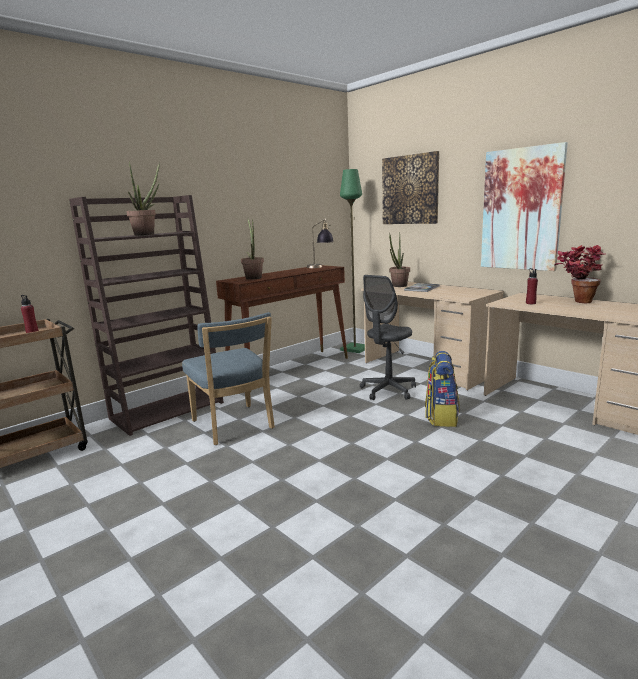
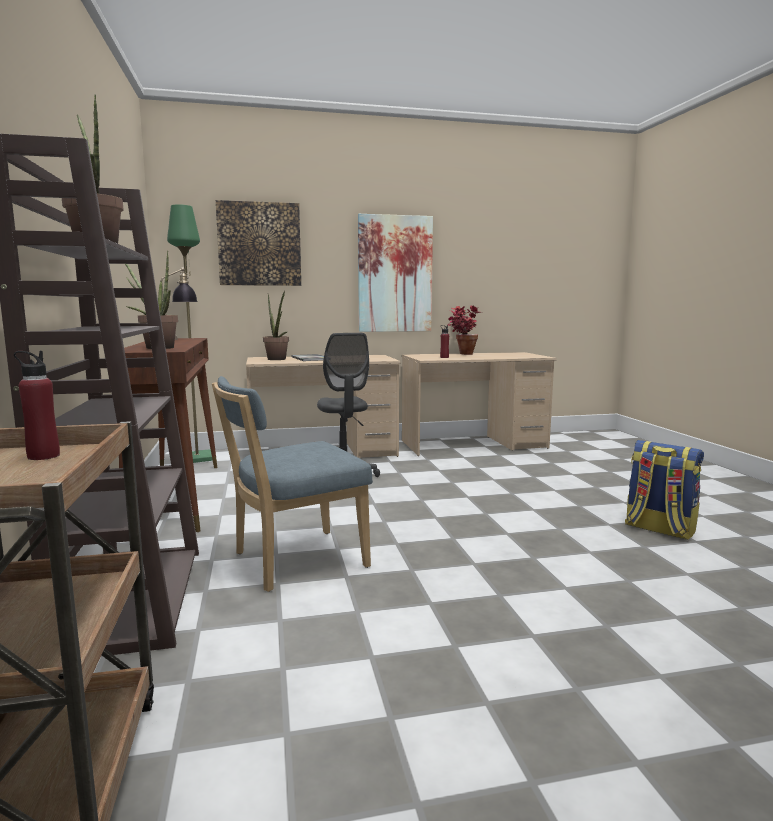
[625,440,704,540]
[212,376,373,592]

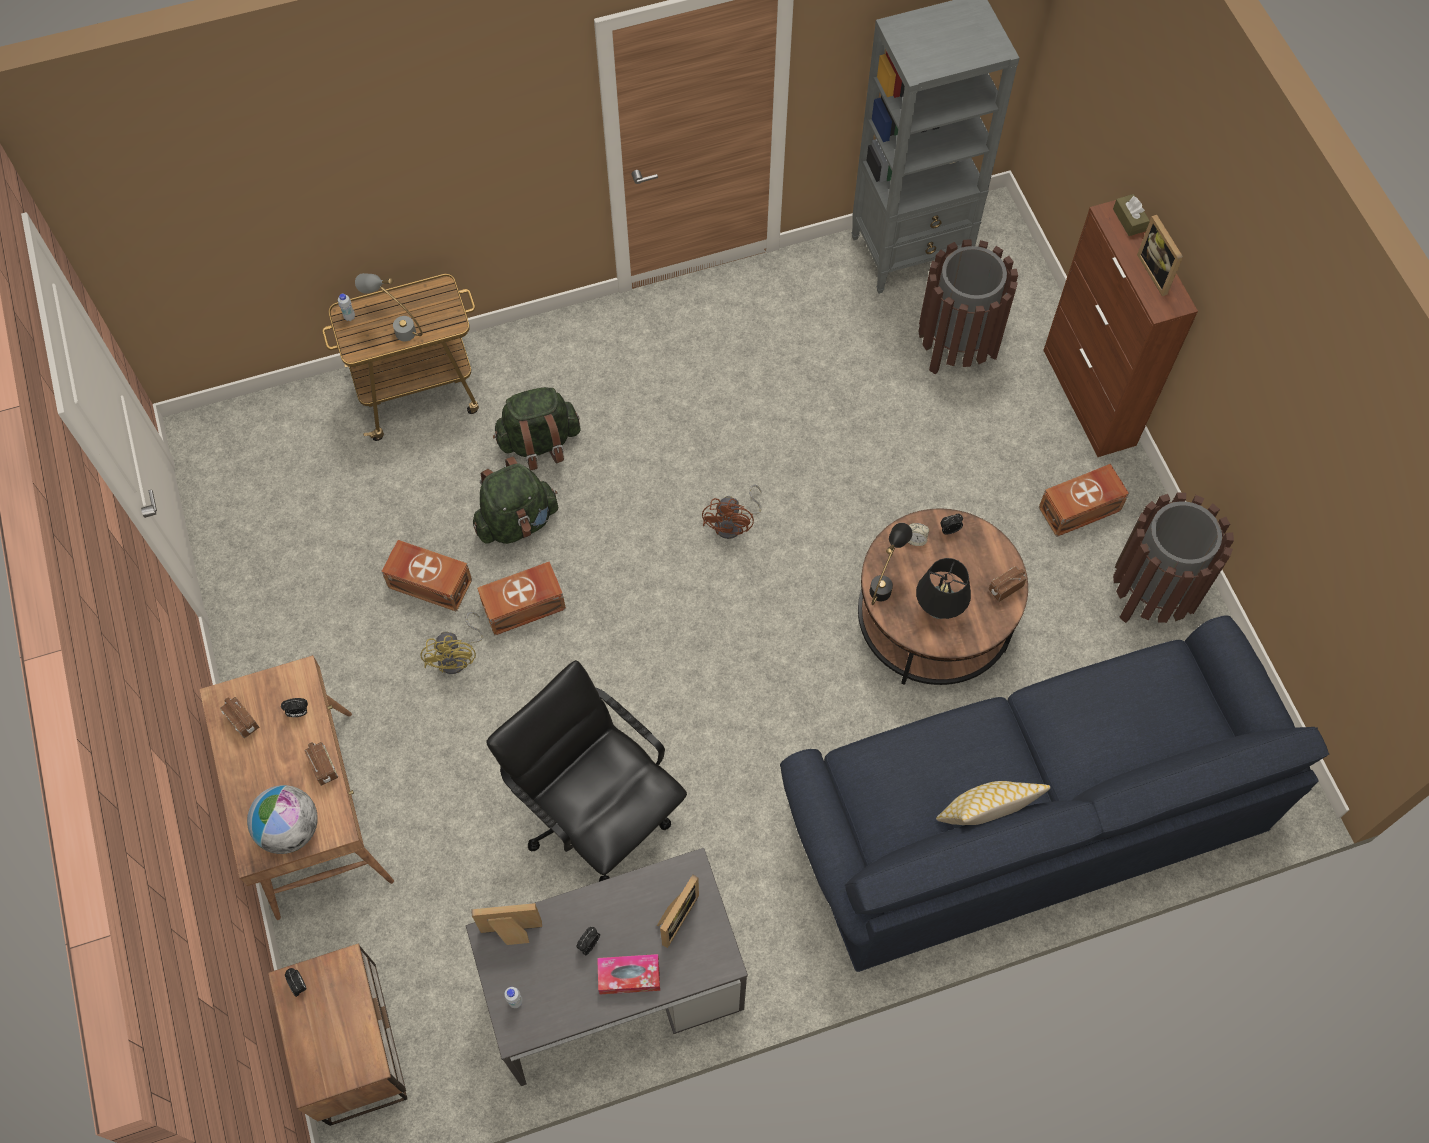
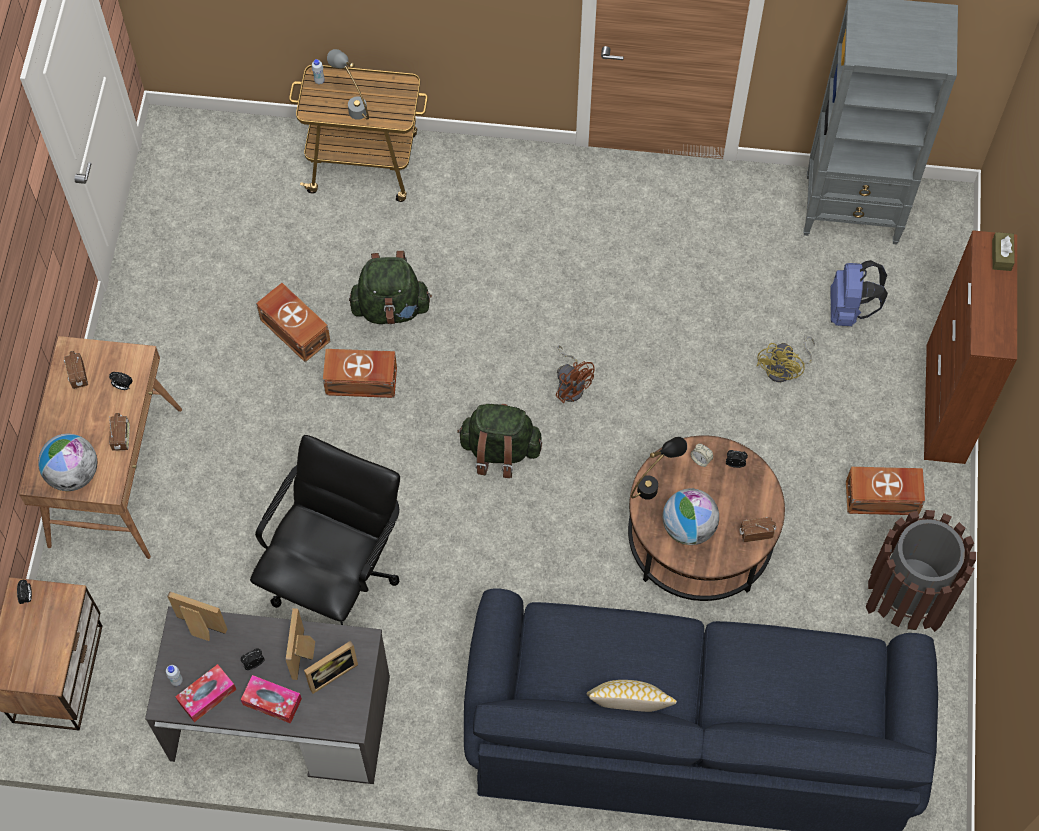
[175,664,236,722]
[757,336,815,382]
[457,403,542,478]
[286,608,315,680]
[662,488,719,545]
[830,260,888,326]
[250,435,400,625]
[556,345,595,403]

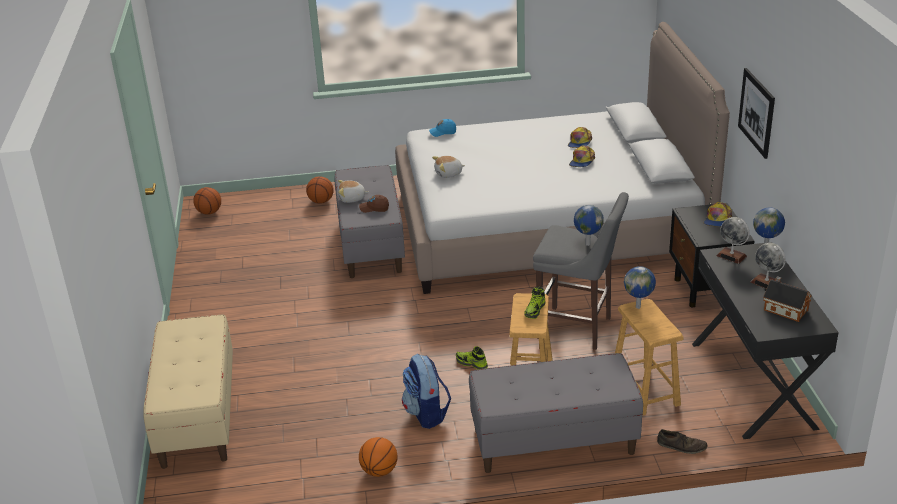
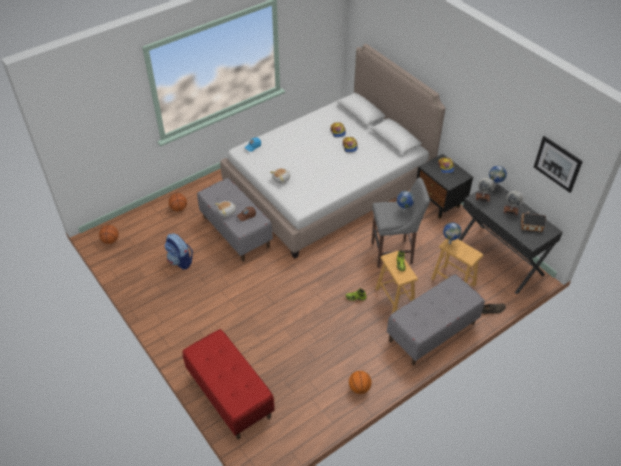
[165,233,193,269]
[534,136,583,193]
[183,329,275,439]

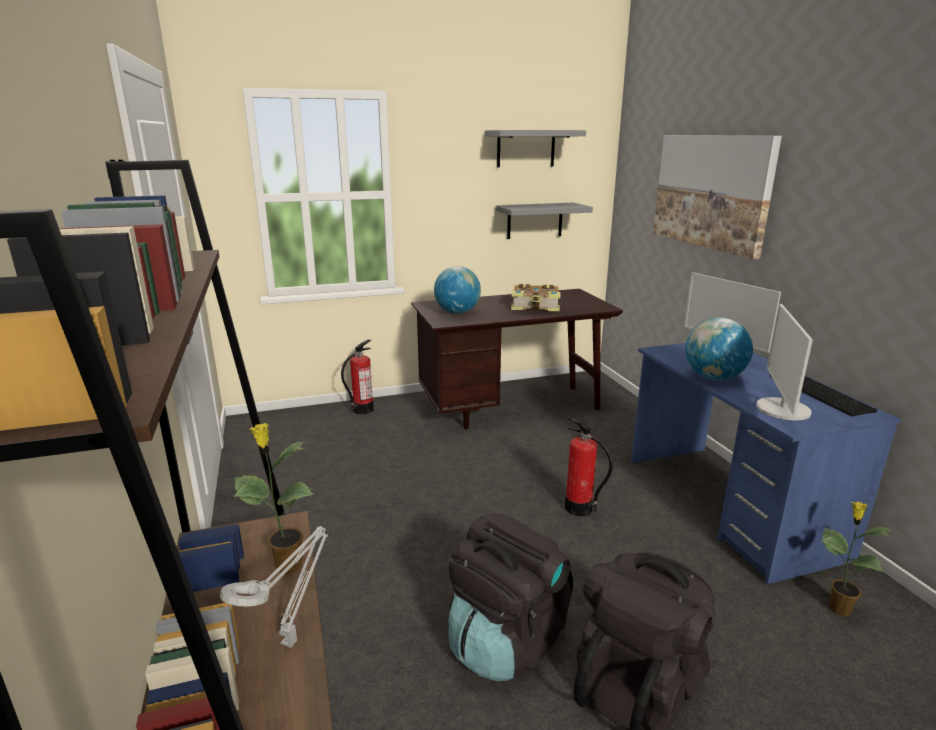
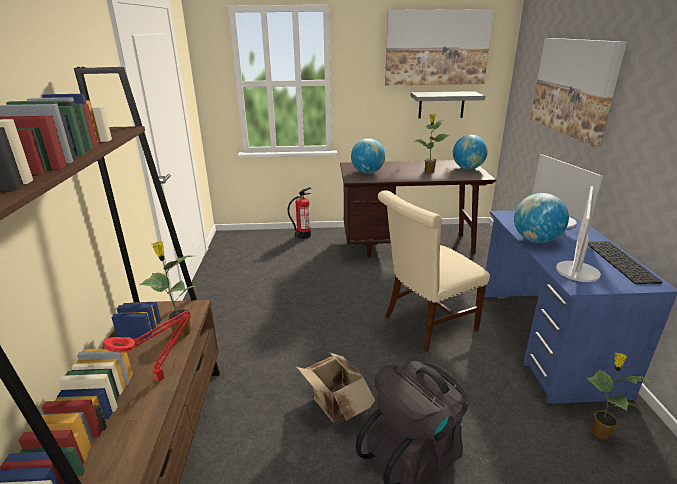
[453,135,488,169]
[297,352,376,422]
[385,9,494,86]
[414,114,449,173]
[378,190,490,352]
[103,311,191,382]

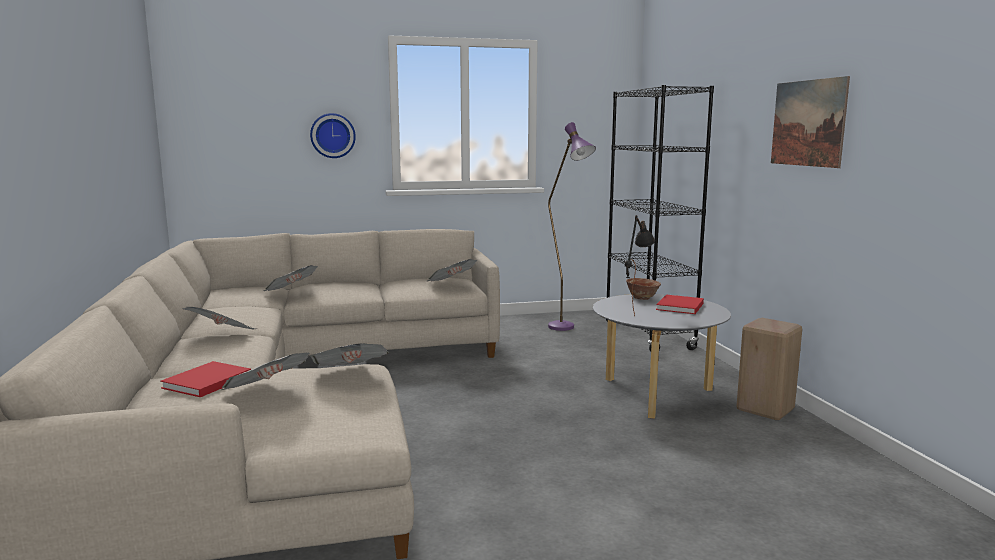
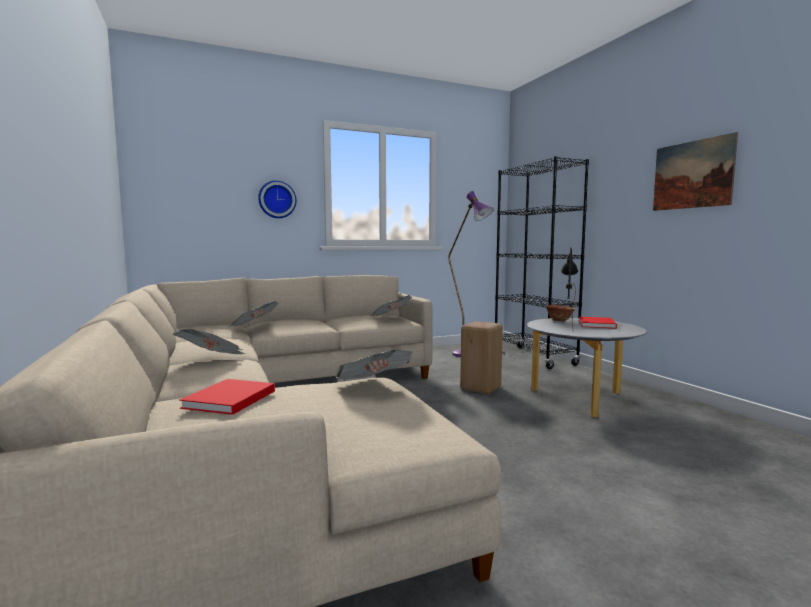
[221,353,310,390] (first image)
[460,321,503,394]

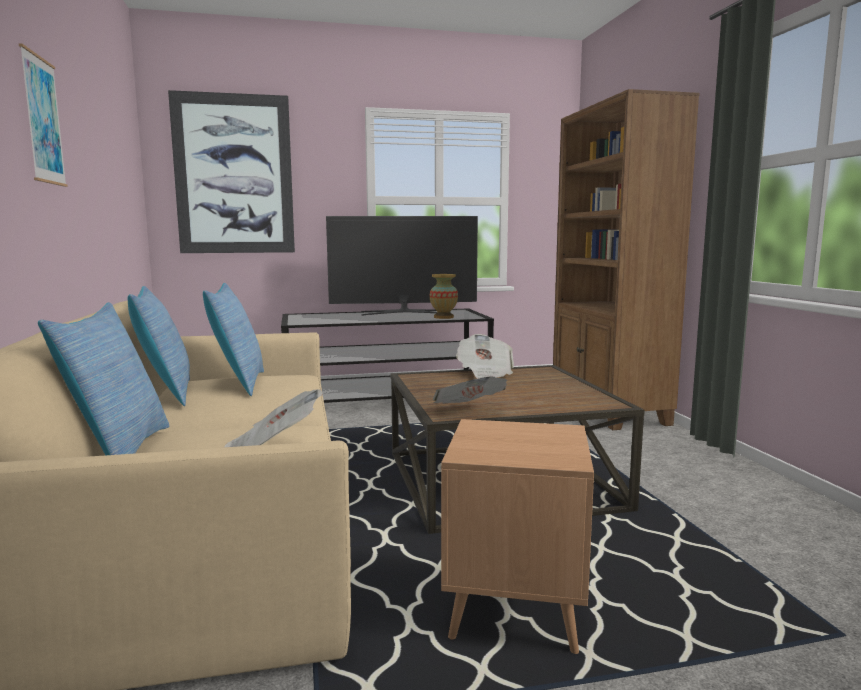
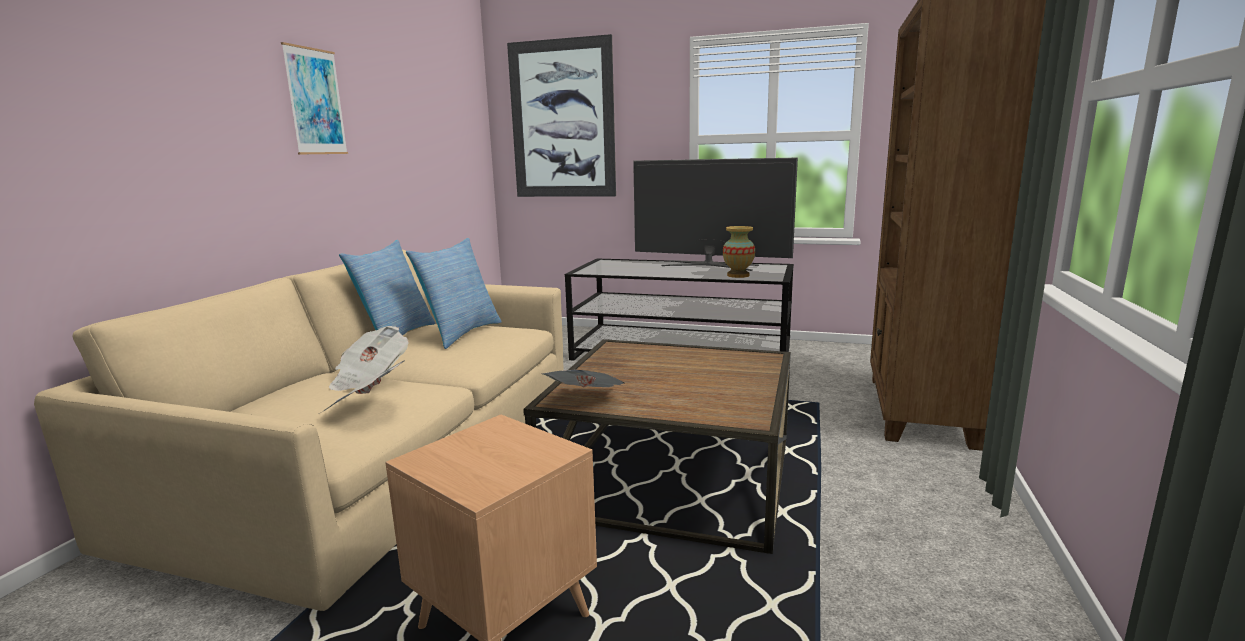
[38,302,169,455] (first image)
[329,326,409,391]

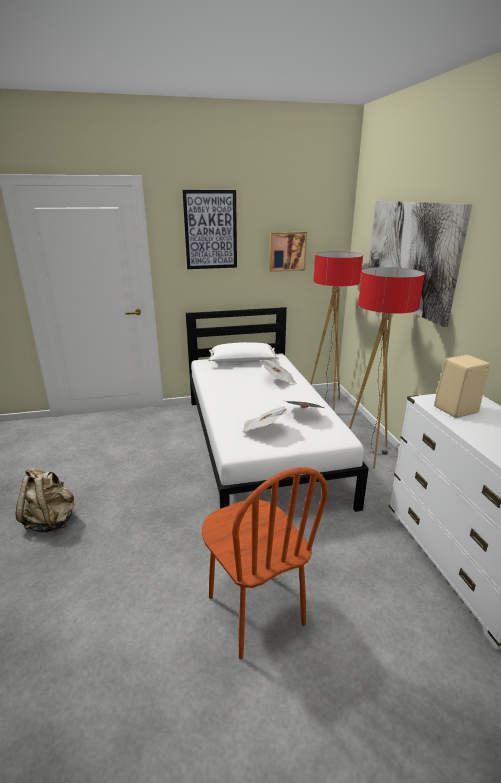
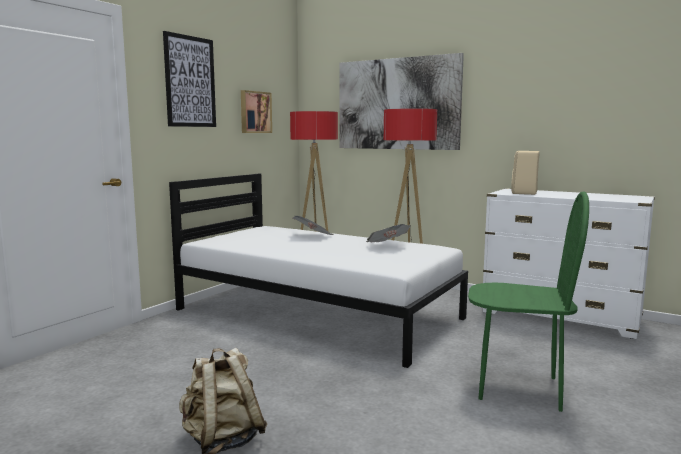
[208,342,278,363] (first image)
[242,406,287,432] (first image)
[468,192,589,412]

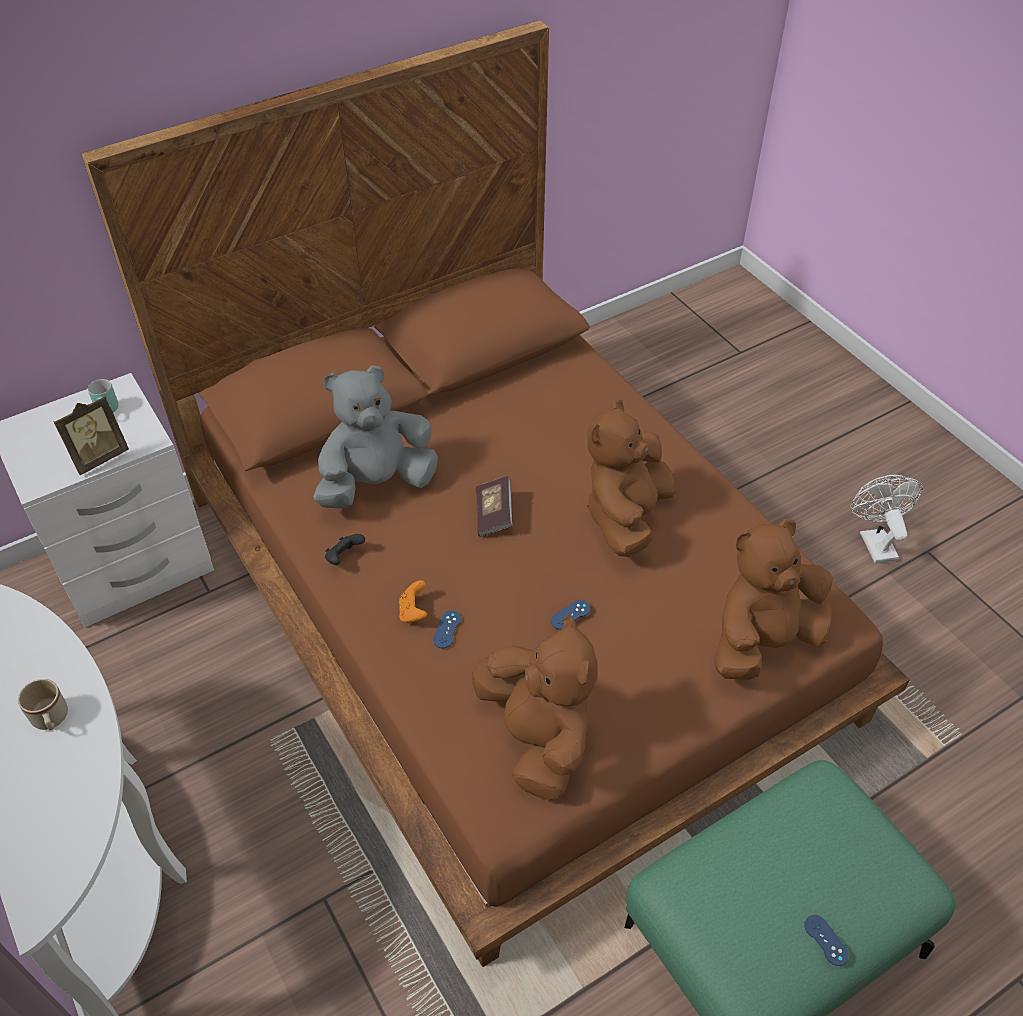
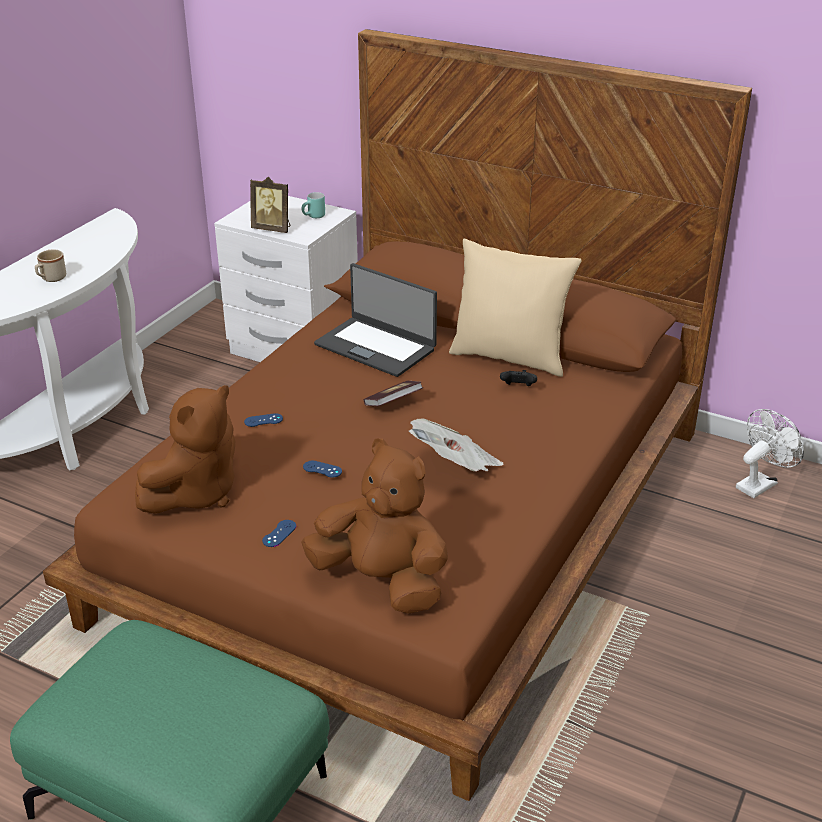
[399,580,427,624] (first image)
[449,239,581,377]
[500,370,537,386]
[262,520,296,547]
[736,409,804,498]
[314,263,437,377]
[409,419,504,472]

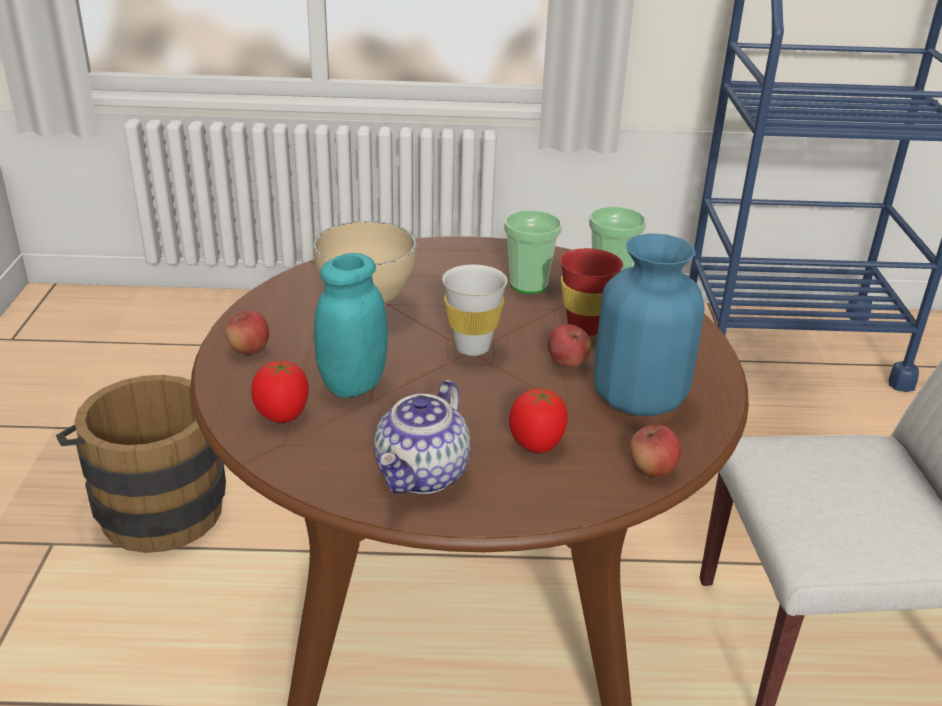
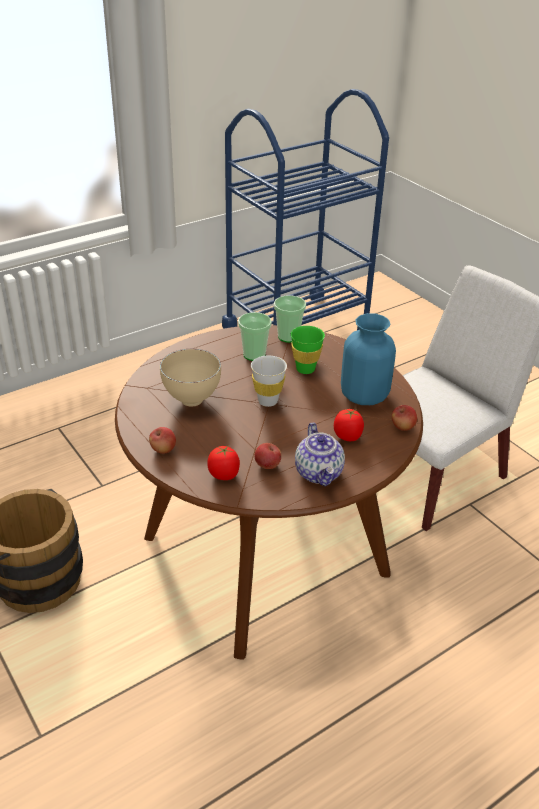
[314,253,388,398] (first image)
[255,443,281,469]
[291,326,325,374]

